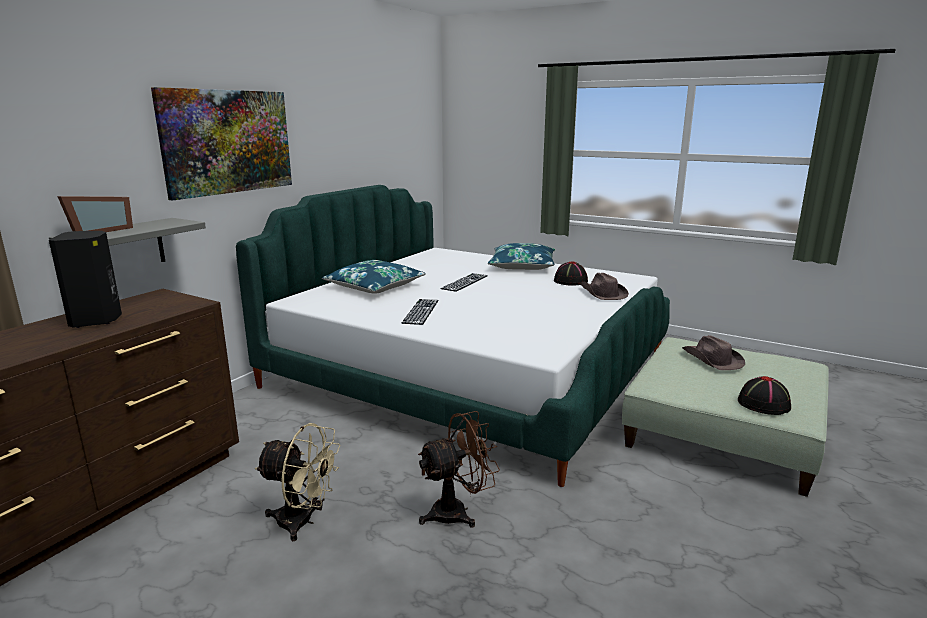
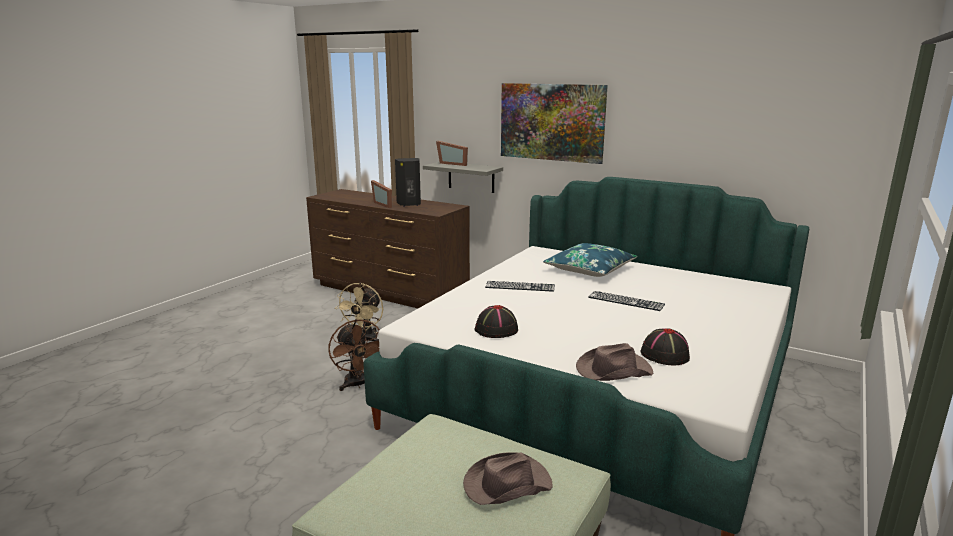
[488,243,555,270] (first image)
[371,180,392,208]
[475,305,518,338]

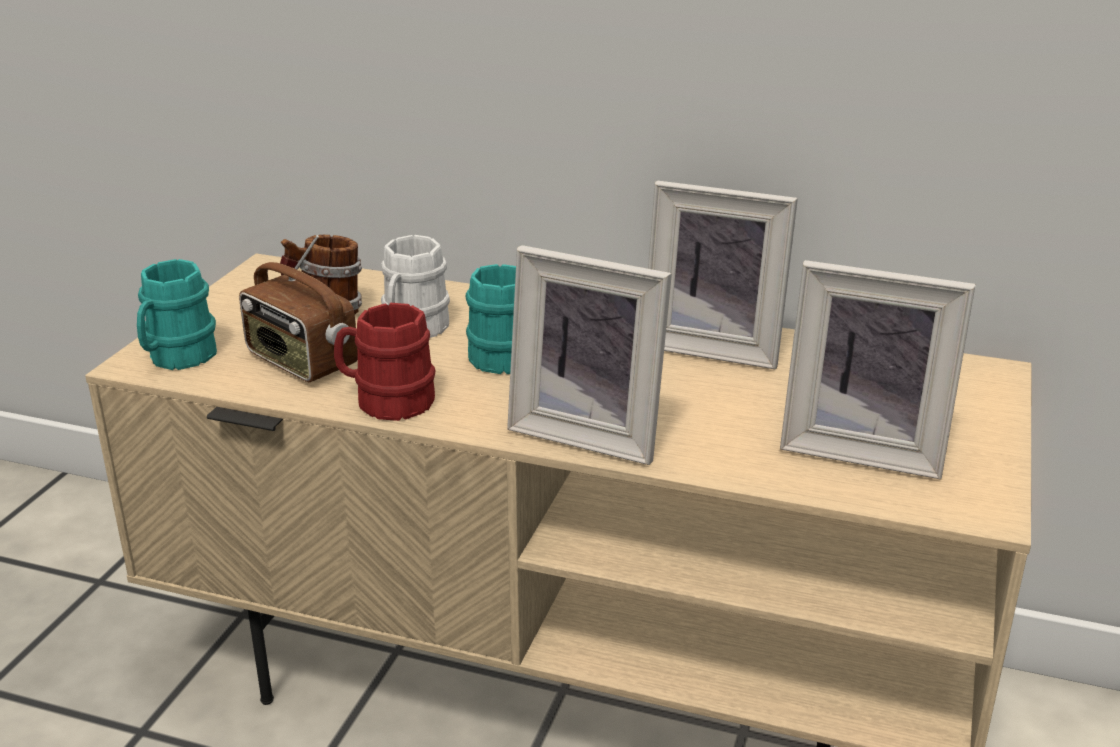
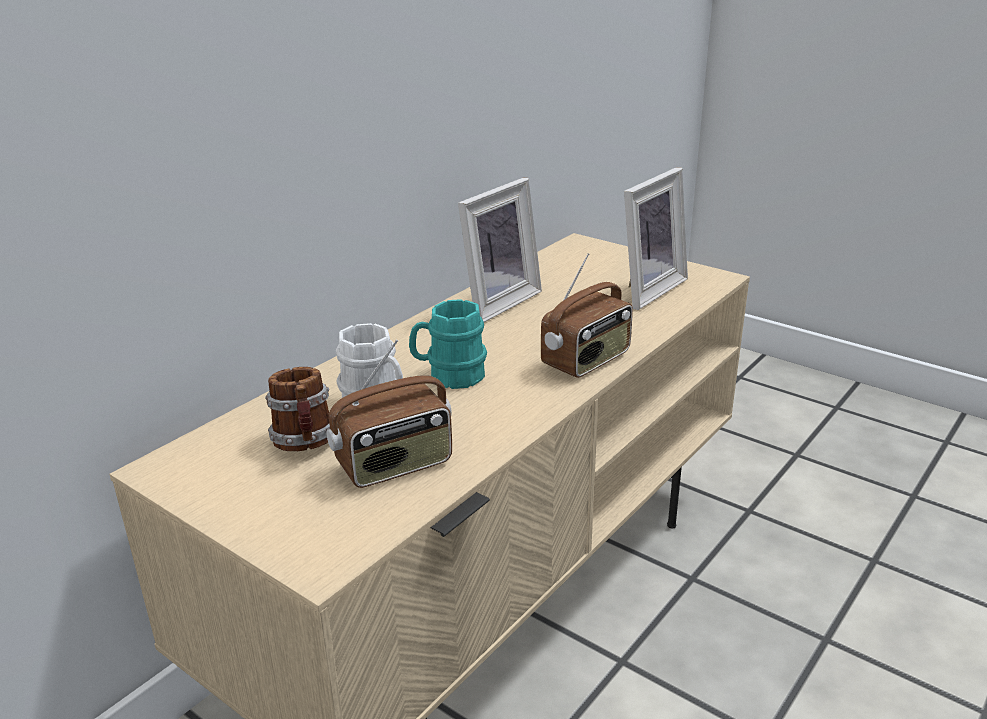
[137,259,217,370] (first image)
[334,303,435,421] (first image)
[541,253,633,378]

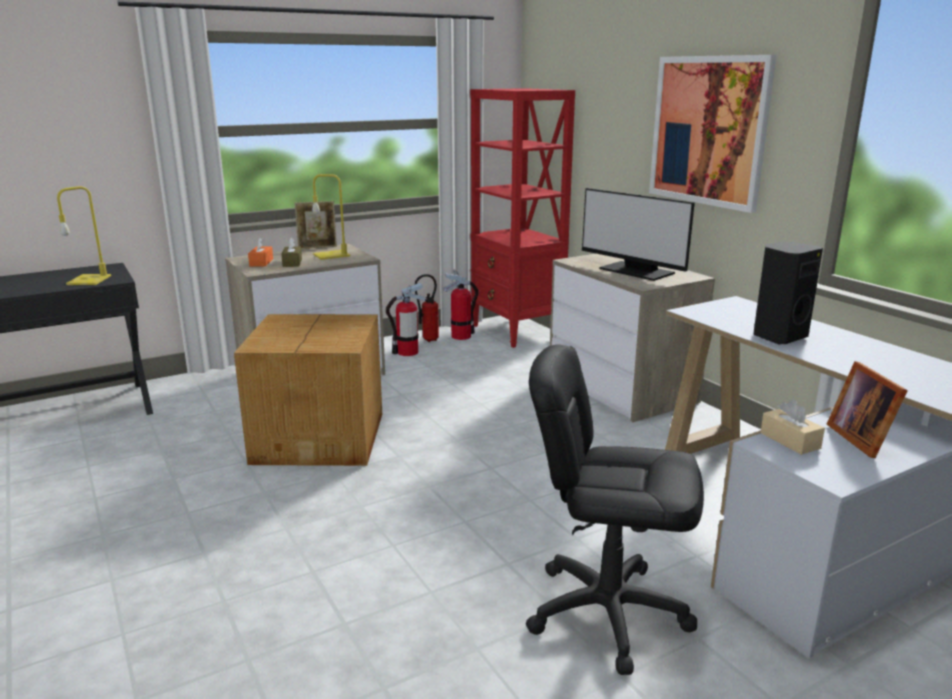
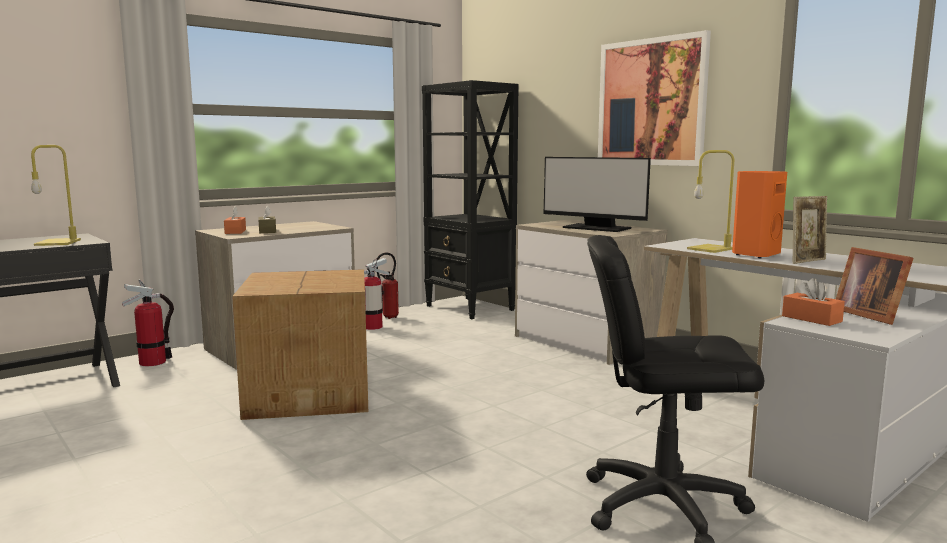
[793,196,827,264]
[687,150,734,253]
[122,279,174,366]
[422,80,519,319]
[732,171,787,258]
[782,278,845,326]

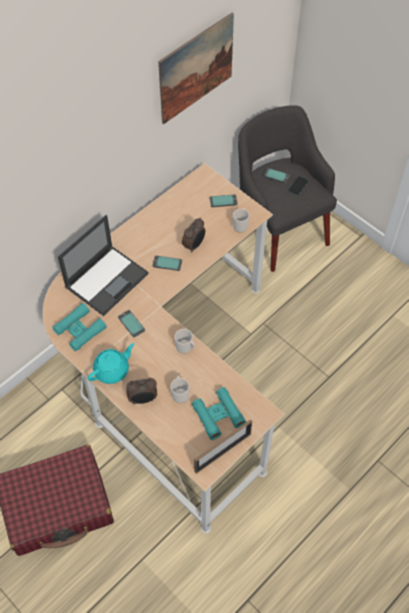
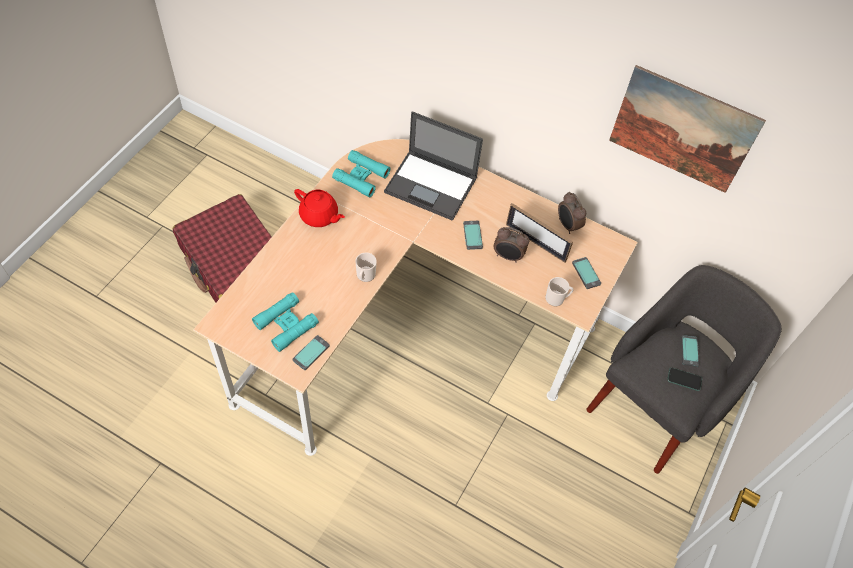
[170,376,189,403] (first image)
[293,335,330,370]
[558,192,586,234]
[506,203,573,263]
[294,189,345,227]

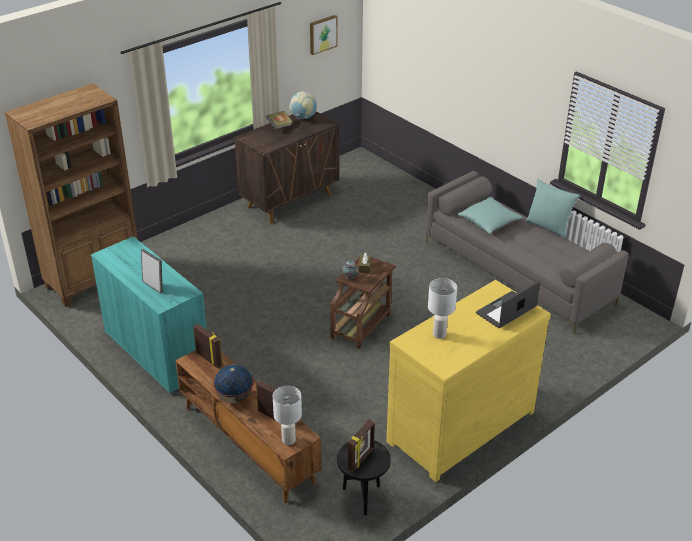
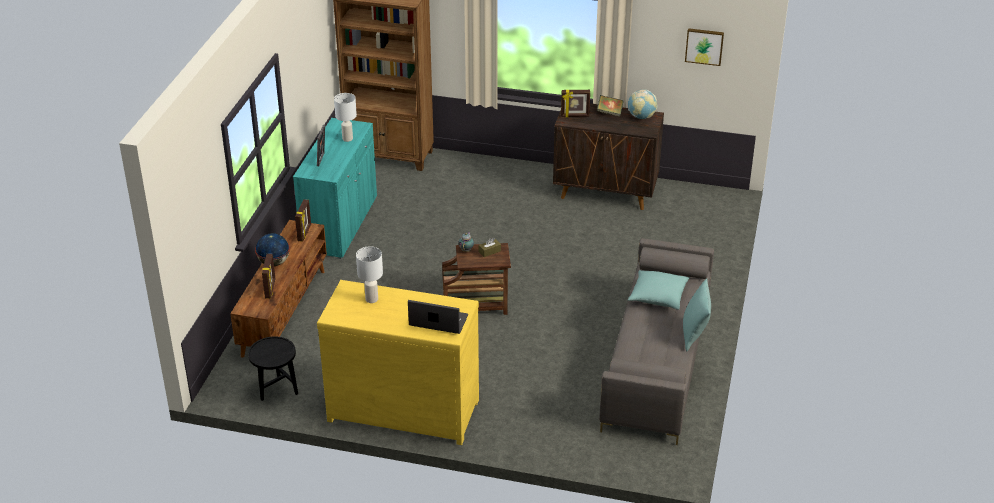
[334,93,357,142]
[561,90,590,117]

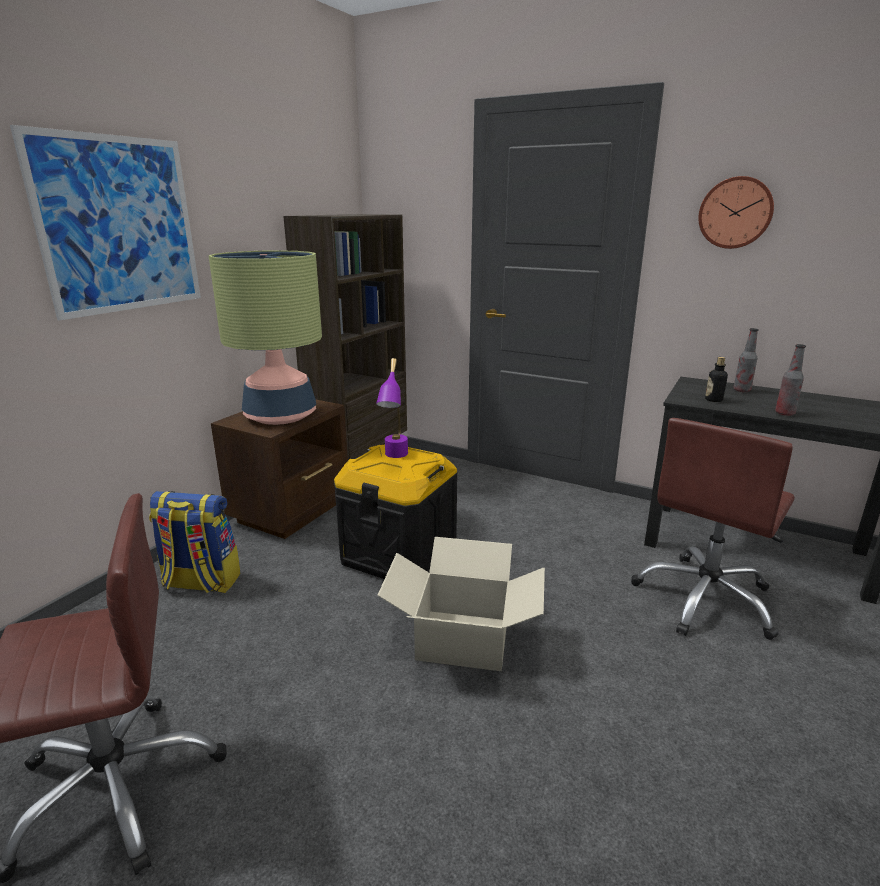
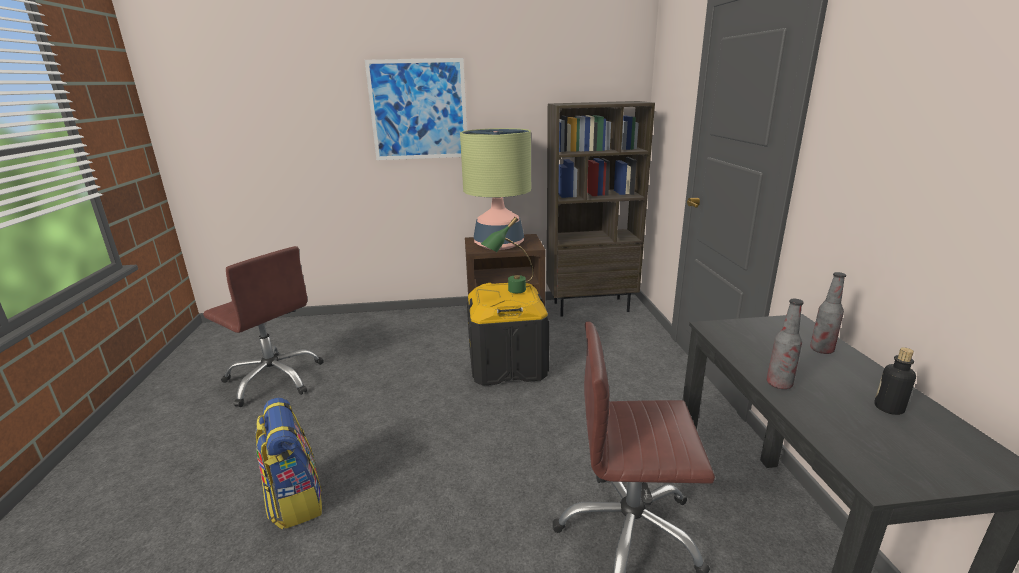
[377,537,545,671] (first image)
[698,176,774,249] (first image)
[255,398,322,530]
[874,347,916,415]
[481,217,533,293]

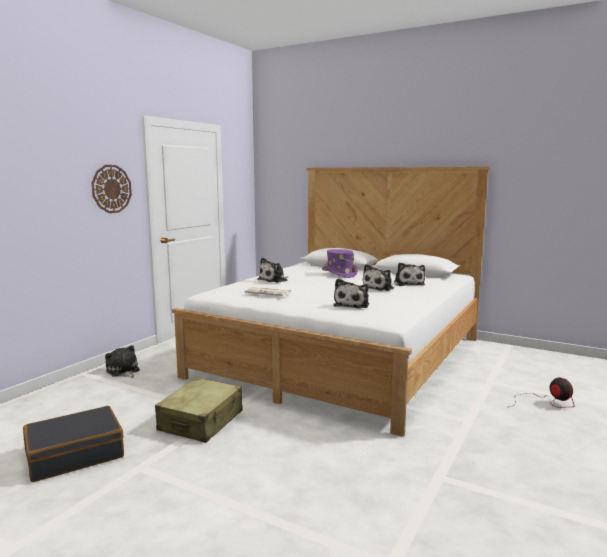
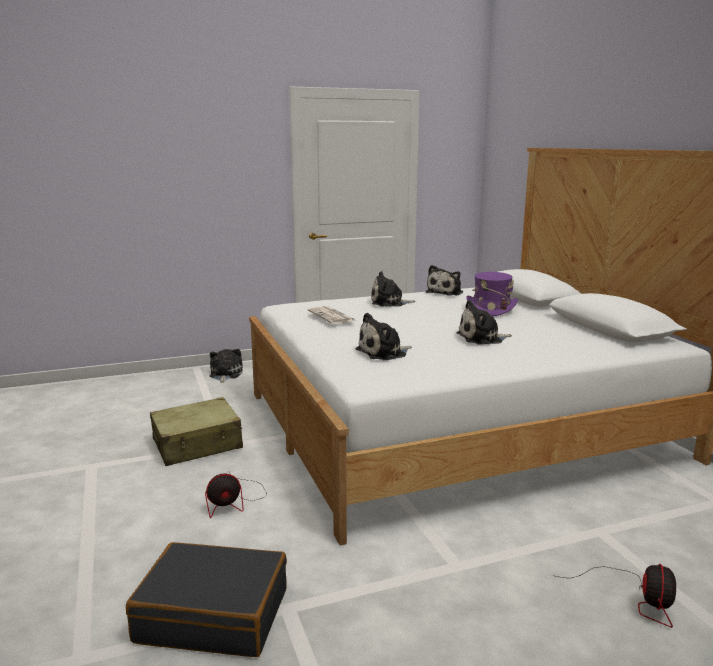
[92,165,132,213] (first image)
[205,472,267,518]
[126,542,287,657]
[426,265,463,296]

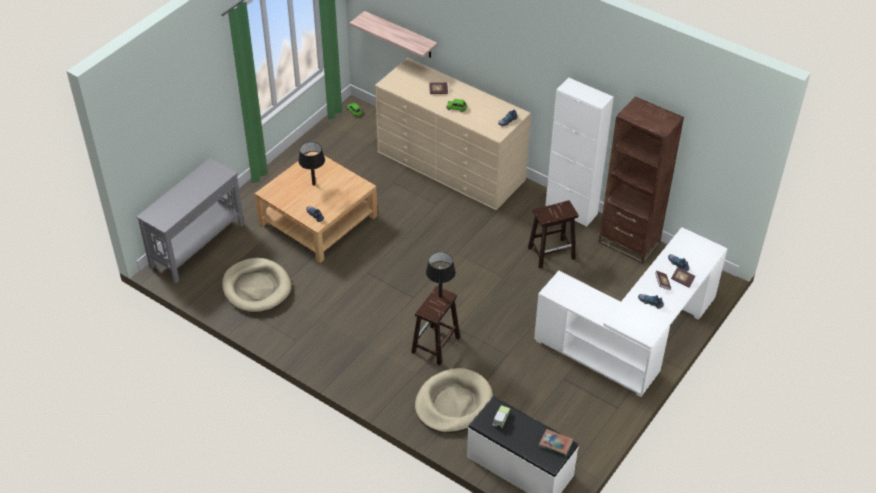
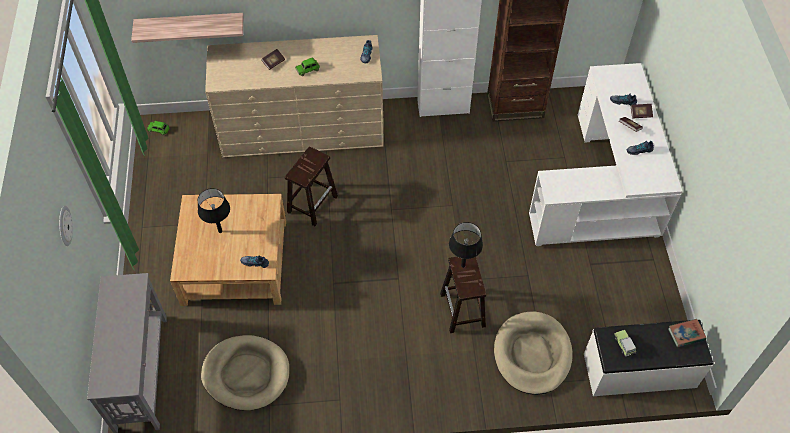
[59,206,73,246]
[285,147,338,226]

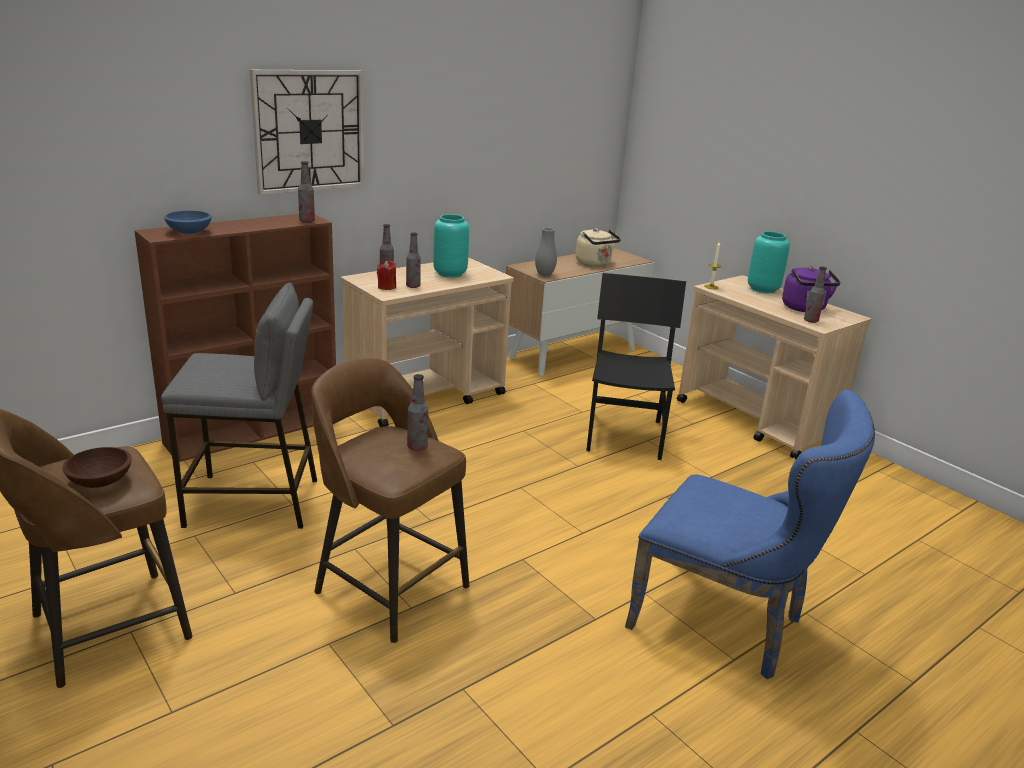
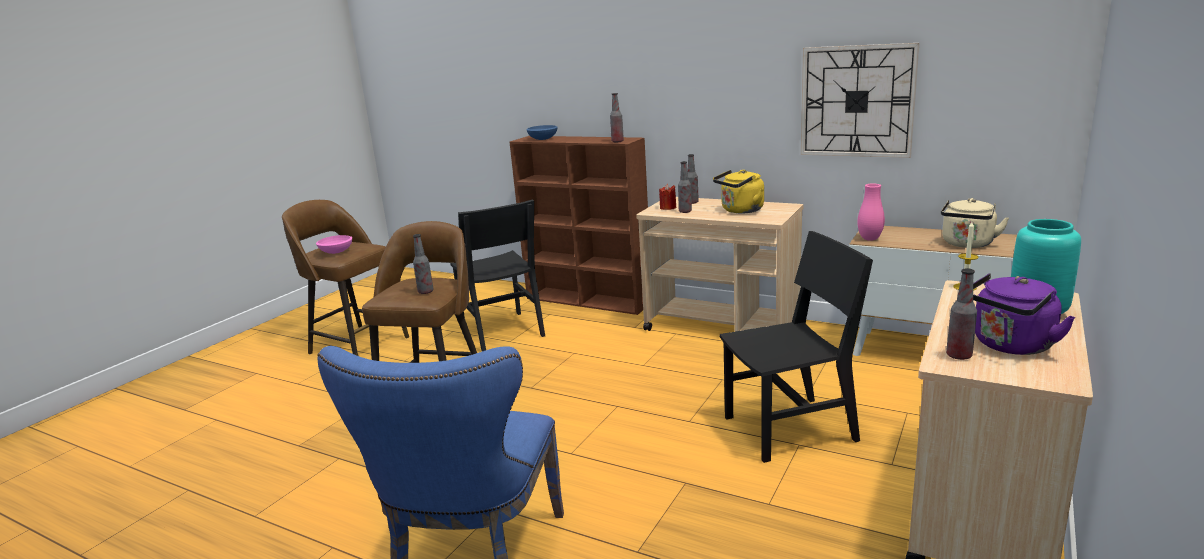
[801,43,919,158]
[451,199,545,351]
[713,169,764,213]
[316,235,352,254]
[857,183,885,241]

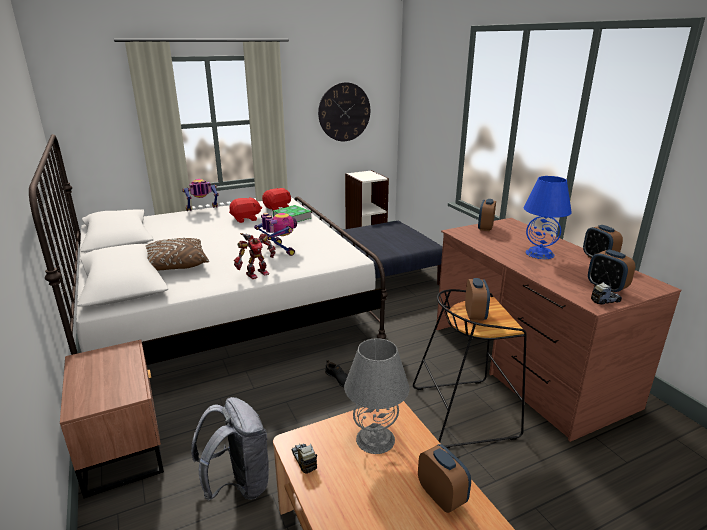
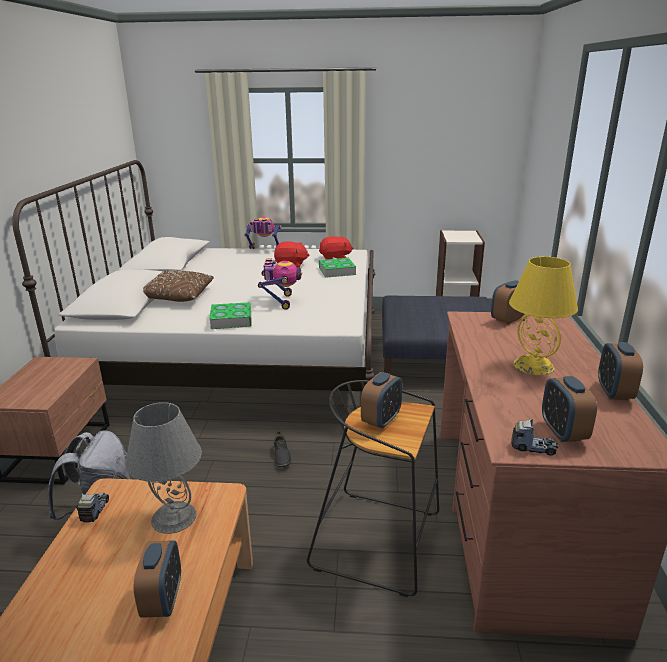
[318,82,370,141] (first image)
[209,302,251,329]
[509,256,578,375]

